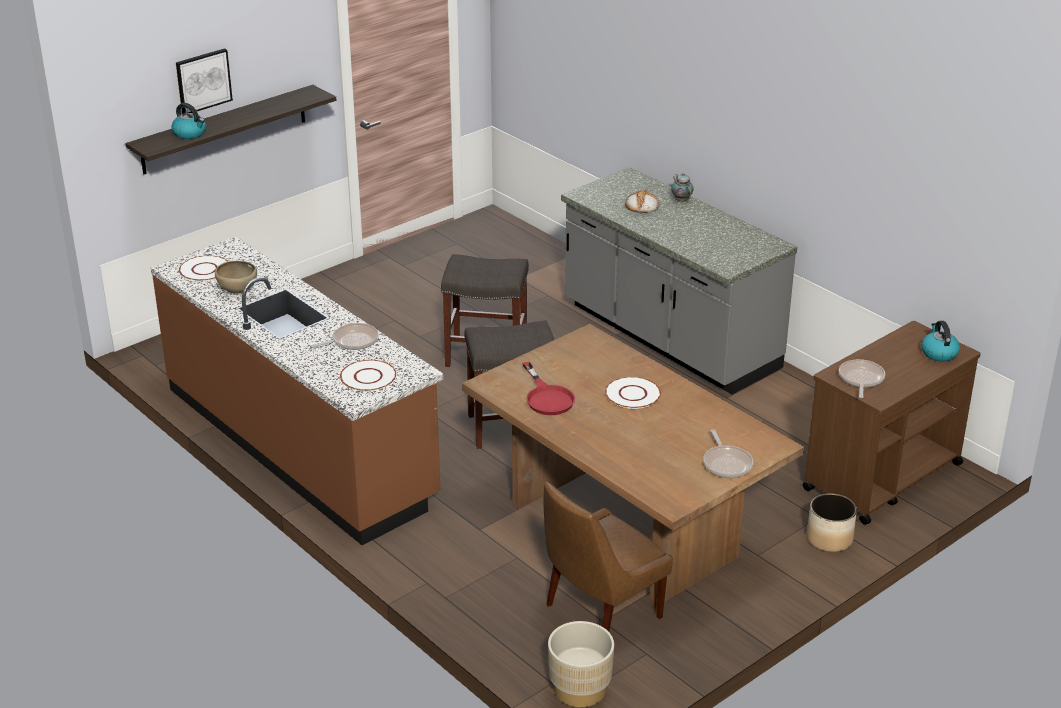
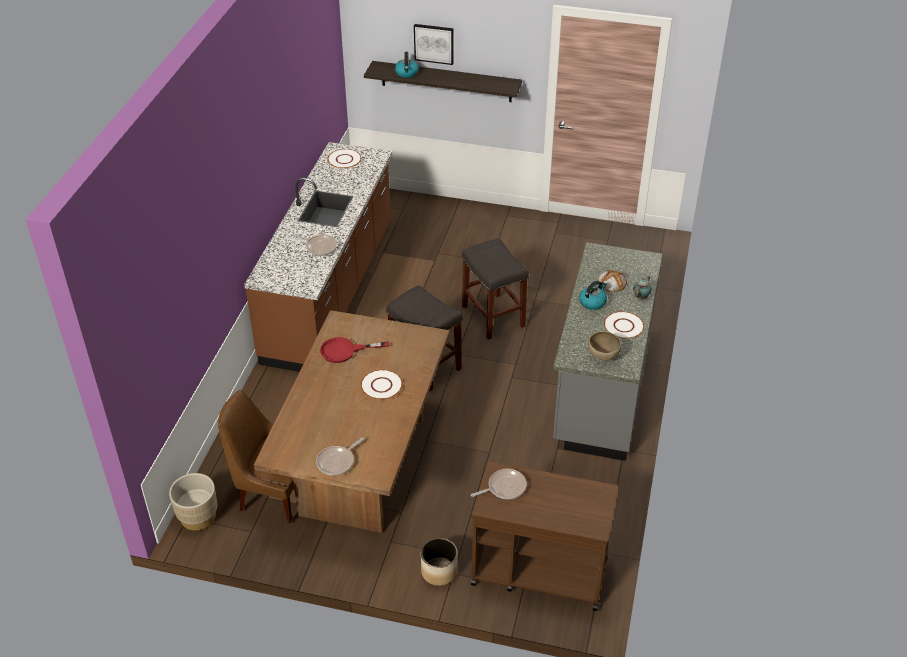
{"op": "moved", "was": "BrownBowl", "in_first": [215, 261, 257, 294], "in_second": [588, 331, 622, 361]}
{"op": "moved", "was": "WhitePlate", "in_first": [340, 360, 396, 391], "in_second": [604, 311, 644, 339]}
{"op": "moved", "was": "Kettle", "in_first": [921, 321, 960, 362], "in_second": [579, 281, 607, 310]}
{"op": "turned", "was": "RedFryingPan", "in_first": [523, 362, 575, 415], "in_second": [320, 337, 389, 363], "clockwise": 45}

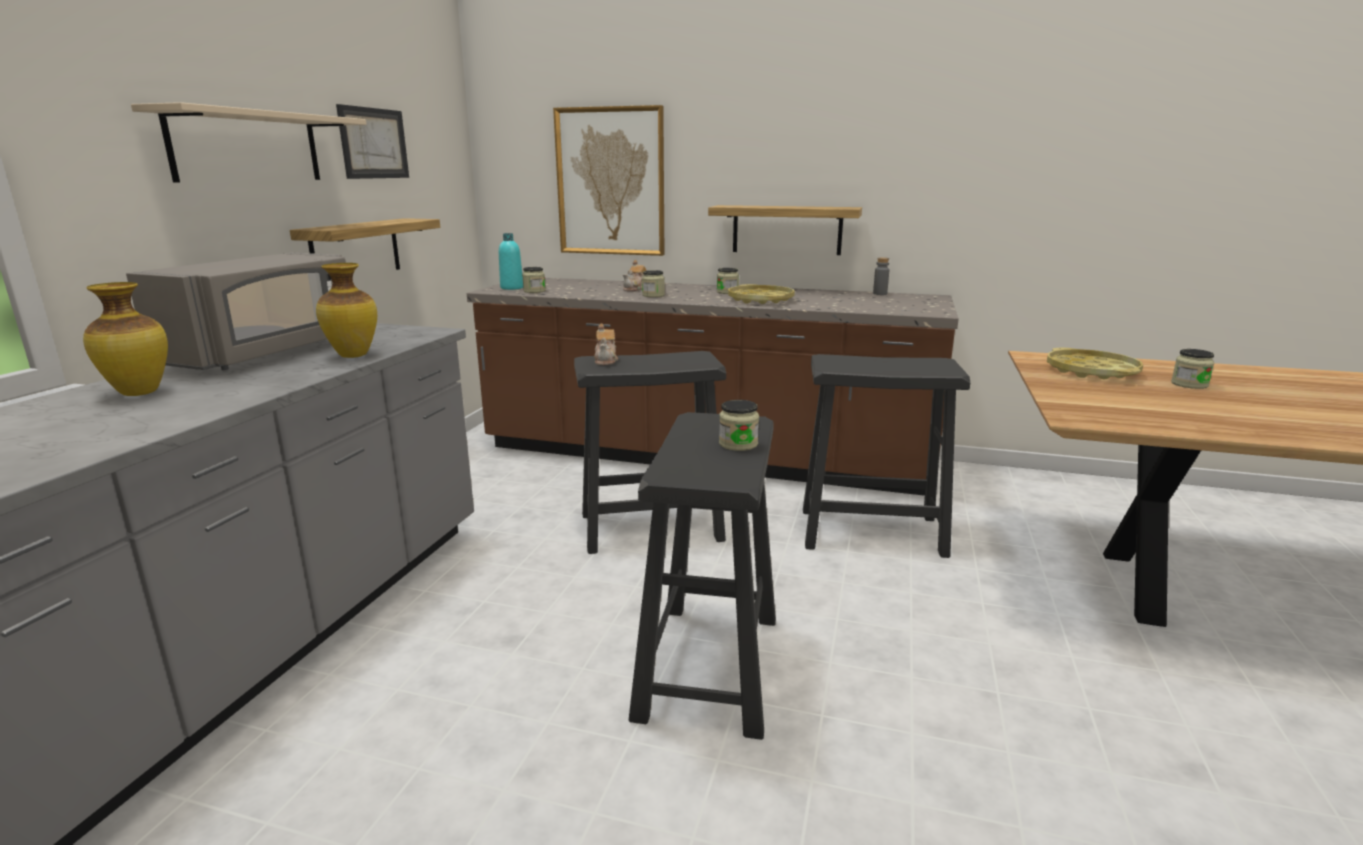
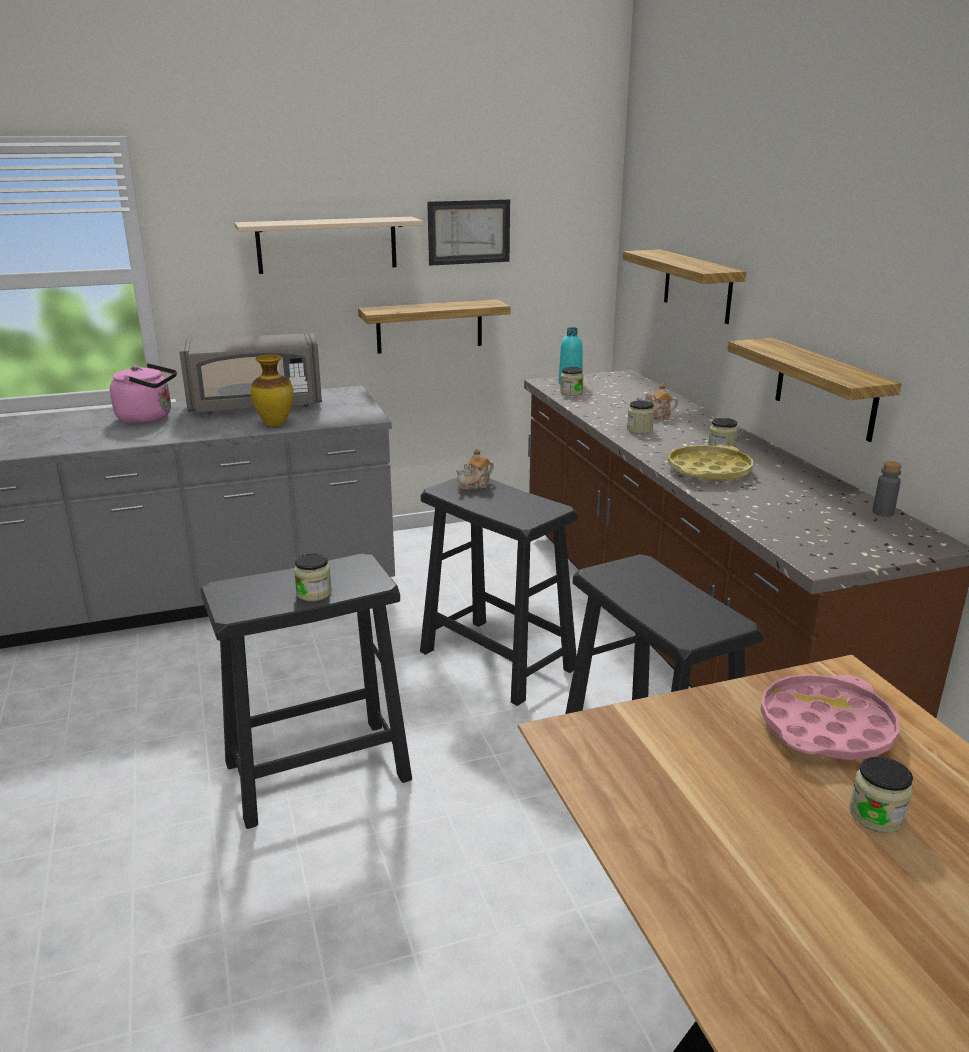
{"op": "replaced", "was": "Vase", "now": "PinkKettle", "in_first": [83, 282, 168, 396], "in_second": [110, 363, 177, 424]}
{"op": "replaced", "was": "Picture", "now": "Shelf", "in_first": [553, 105, 665, 256], "in_second": [623, 250, 746, 324]}
{"op": "recoloured", "was": "YellowTray", "now": "PinkTray", "in_first": [1047, 347, 1143, 379], "in_second": [760, 674, 900, 760]}

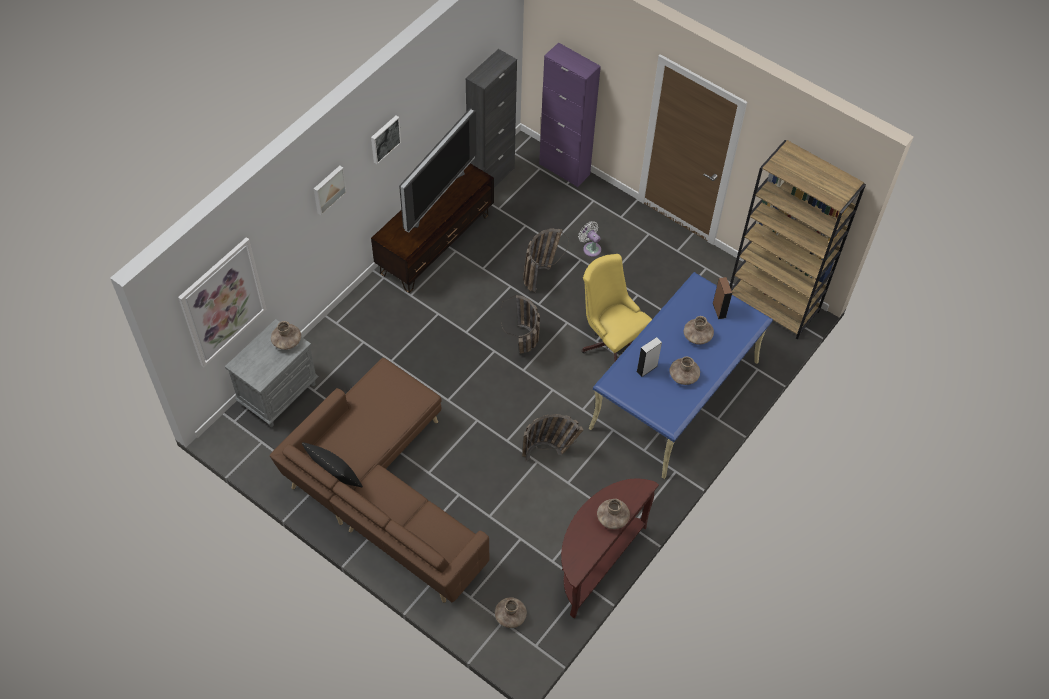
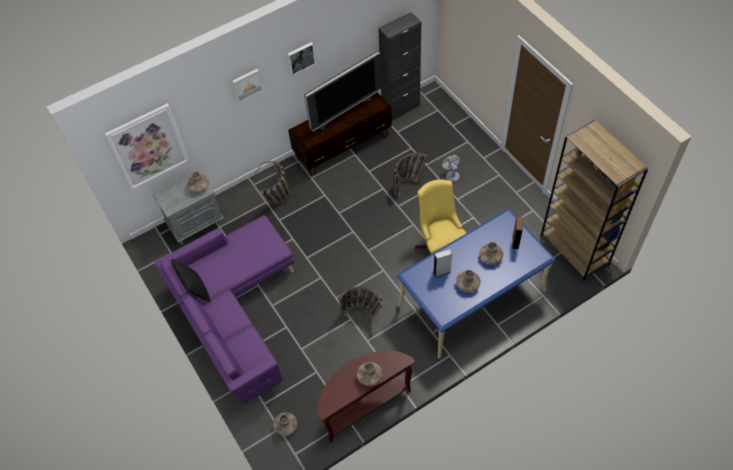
{"op": "removed", "was": "PurpleCabinet", "in_first": [539, 42, 601, 187]}
{"op": "moved", "was": "Basket", "in_first": [501, 295, 540, 354], "in_second": [253, 161, 290, 204]}
{"op": "recoloured", "was": "BrownSofa", "now": "PurpleSofa", "in_first": [270, 358, 489, 603], "in_second": [154, 215, 294, 404]}

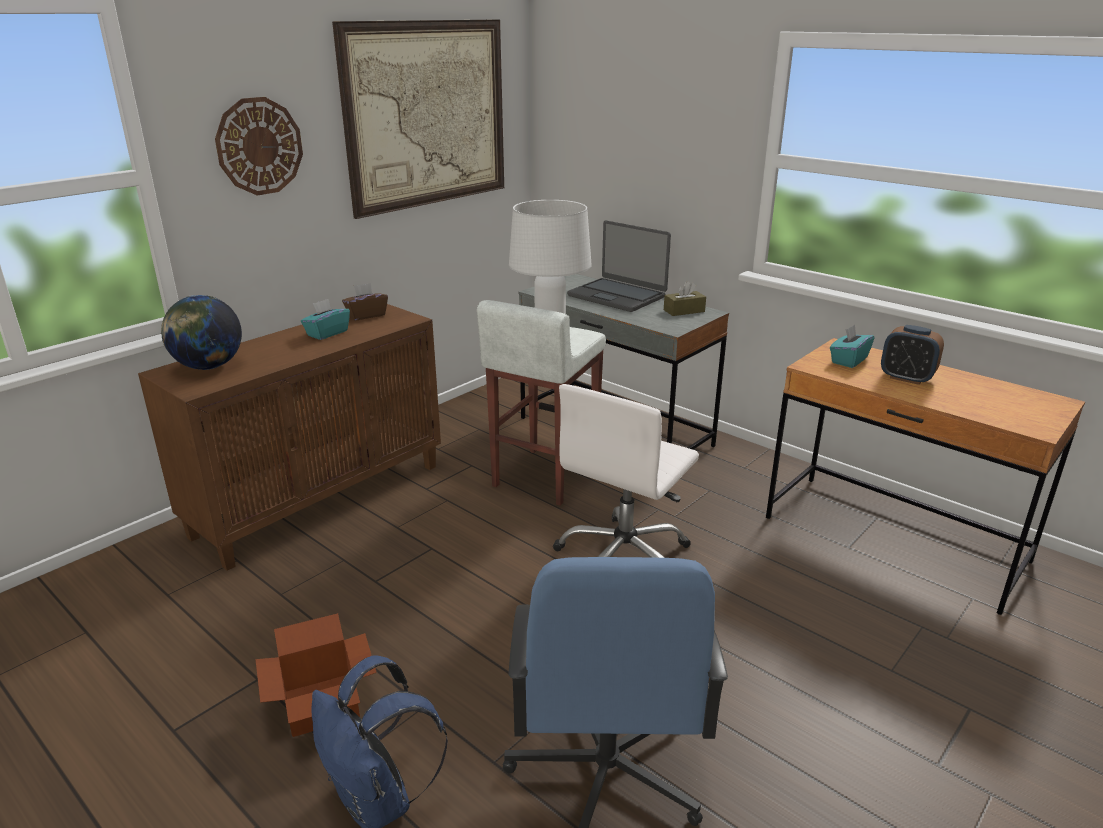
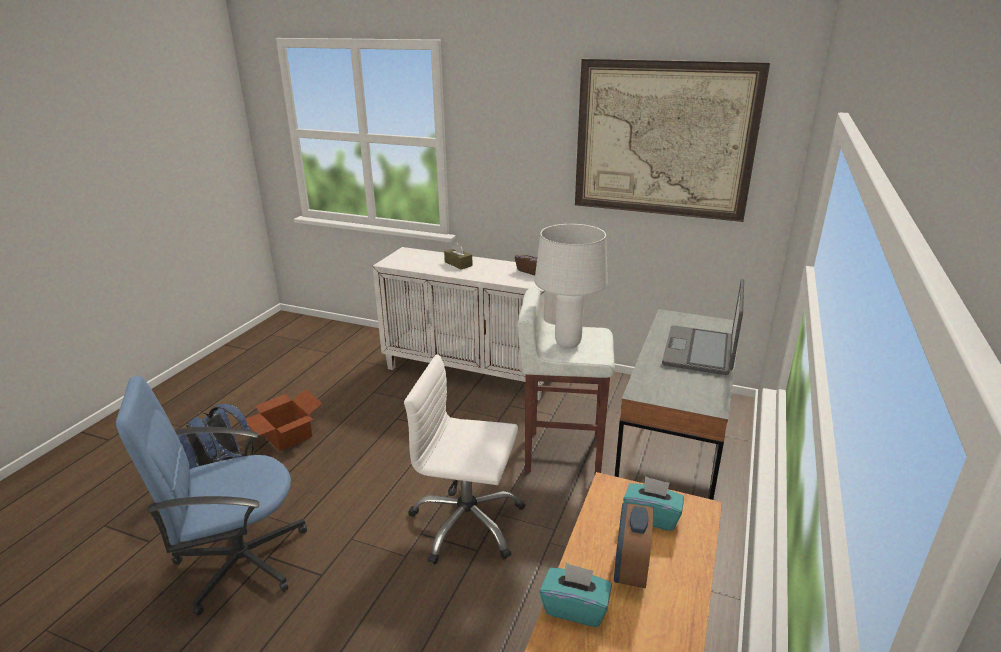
{"op": "removed", "was": "Globe", "in_first": [161, 295, 242, 370]}
{"op": "removed", "was": "WallClock", "in_first": [215, 97, 303, 196]}
{"op": "moved", "was": "TurquoiseTissueBox", "in_first": [301, 299, 350, 340], "in_second": [540, 562, 612, 627]}
{"op": "moved", "was": "BrownTissueBox", "in_first": [664, 281, 706, 316], "in_second": [444, 242, 473, 269]}
{"op": "recoloured", "was": "BrownCabinet", "now": "WhiteCabinet", "in_first": [138, 304, 441, 571], "in_second": [373, 247, 557, 400]}

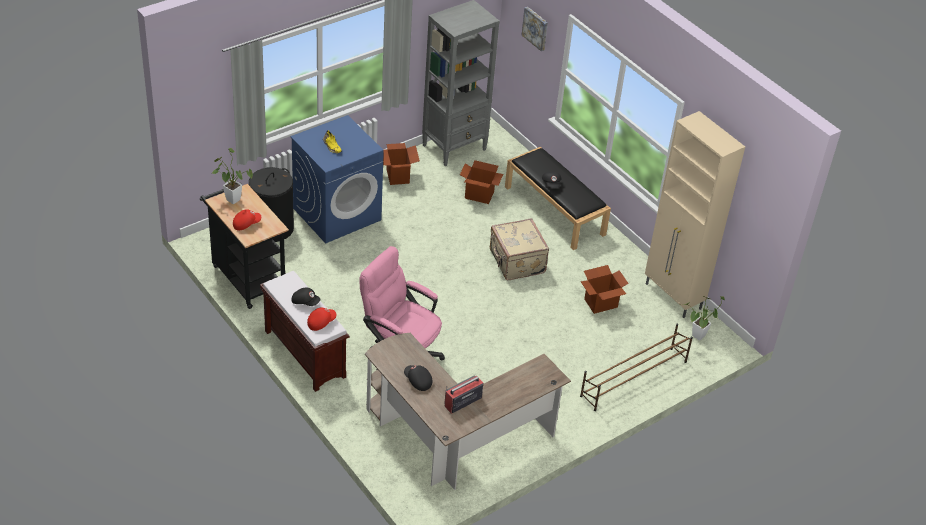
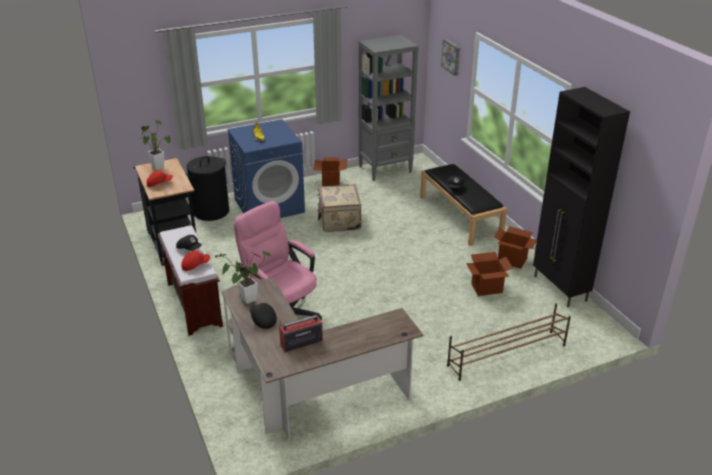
{"op": "moved", "was": "CardboardBox", "in_first": [460, 160, 503, 204], "in_second": [494, 226, 537, 269]}
{"op": "moved", "was": "BeigeSuitcase", "in_first": [490, 218, 549, 280], "in_second": [317, 184, 361, 232]}
{"op": "moved", "was": "PottedPlant", "in_first": [679, 296, 725, 341], "in_second": [215, 250, 271, 304]}
{"op": "recoloured", "was": "BeigeCabinet", "now": "BlackCabinet", "in_first": [645, 111, 745, 318], "in_second": [533, 87, 630, 307]}

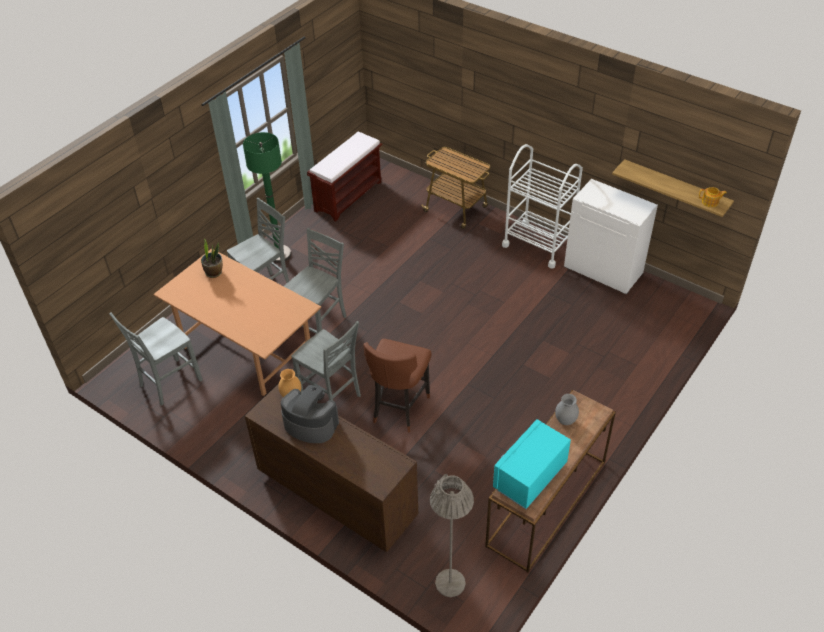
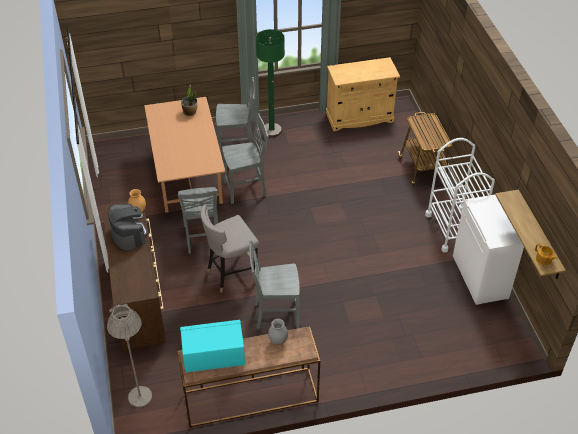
{"op": "moved", "was": "GreyChair", "in_first": [109, 312, 203, 406], "in_second": [249, 240, 300, 329]}
{"op": "replaced", "was": "BrownBench", "now": "BeigeCabinet", "in_first": [307, 132, 382, 222], "in_second": [326, 57, 400, 131]}
{"op": "recoloured", "was": "BrownStool", "now": "GreyStool", "in_first": [363, 339, 432, 432], "in_second": [201, 205, 259, 293]}

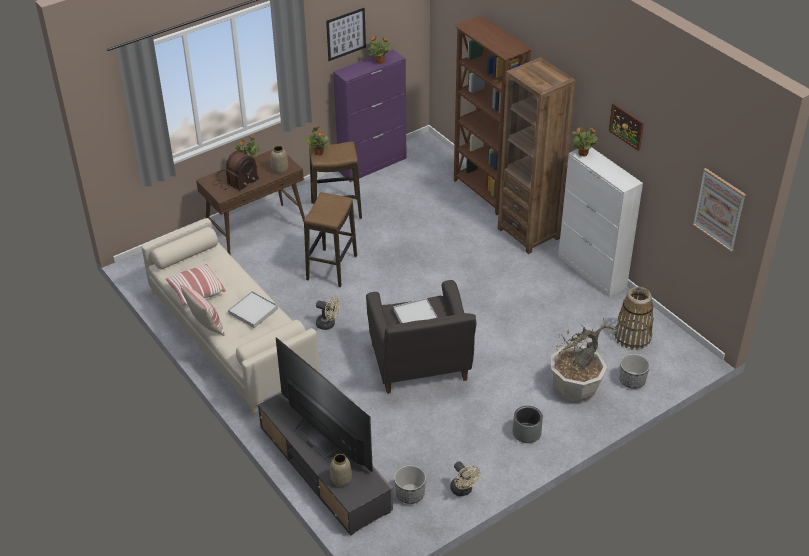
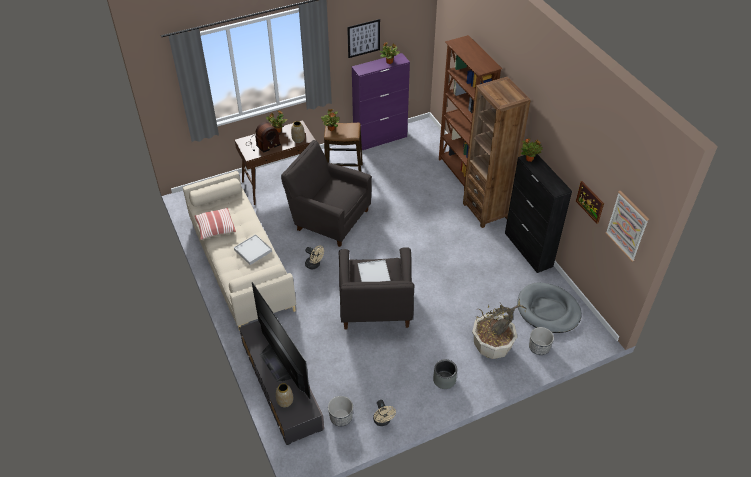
{"op": "removed", "was": "Pillow", "in_first": [180, 284, 224, 336]}
{"op": "moved", "was": "Picture", "in_first": [608, 103, 644, 151], "in_second": [576, 181, 604, 224]}
{"op": "replaced", "was": "Stool", "now": "GreyArmchair", "in_first": [304, 192, 357, 287], "in_second": [281, 140, 372, 247]}
{"op": "replaced", "was": "Basket", "now": "GreyDogBed", "in_first": [615, 287, 654, 350], "in_second": [517, 283, 582, 333]}
{"op": "recoloured", "was": "WhiteCabinet", "now": "BlackCabinet", "in_first": [558, 147, 643, 297], "in_second": [505, 154, 572, 273]}

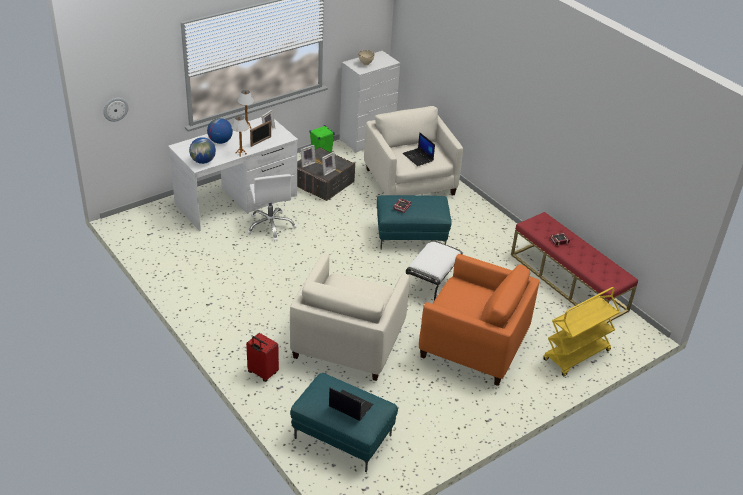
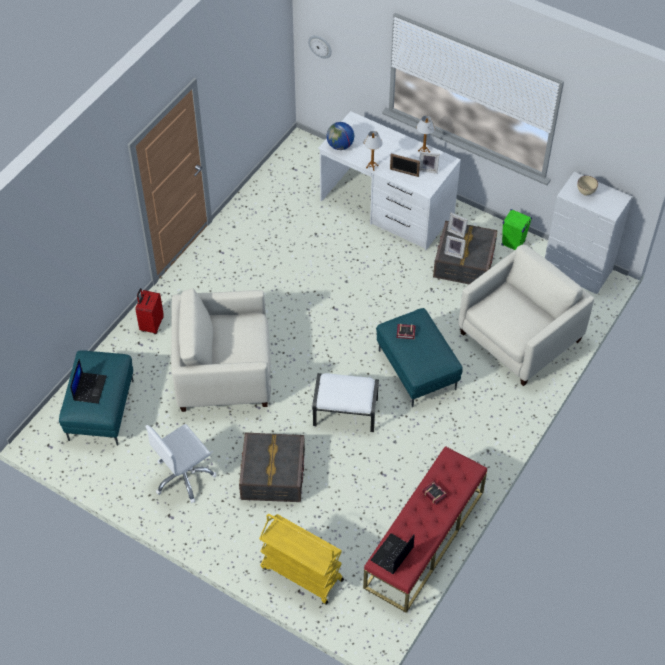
{"op": "removed", "was": "Globe", "in_first": [207, 118, 233, 144]}
{"op": "moved", "was": "WhiteOfficeChair", "in_first": [247, 174, 297, 241], "in_second": [145, 424, 216, 503]}
{"op": "moved", "was": "Laptop", "in_first": [403, 132, 435, 166], "in_second": [371, 533, 415, 574]}
{"op": "replaced", "was": "OrangeArmchair", "now": "GreyStorageBox", "in_first": [419, 254, 539, 386], "in_second": [239, 432, 305, 502]}

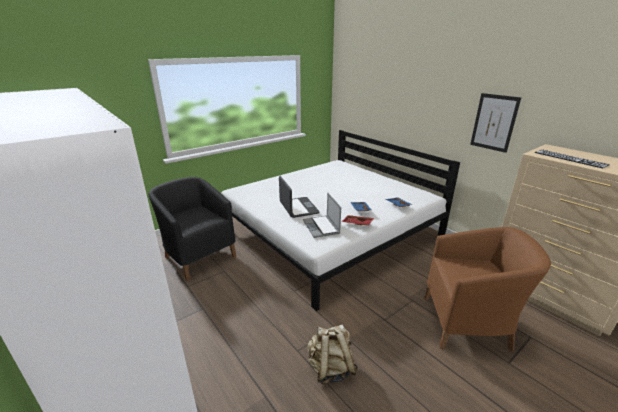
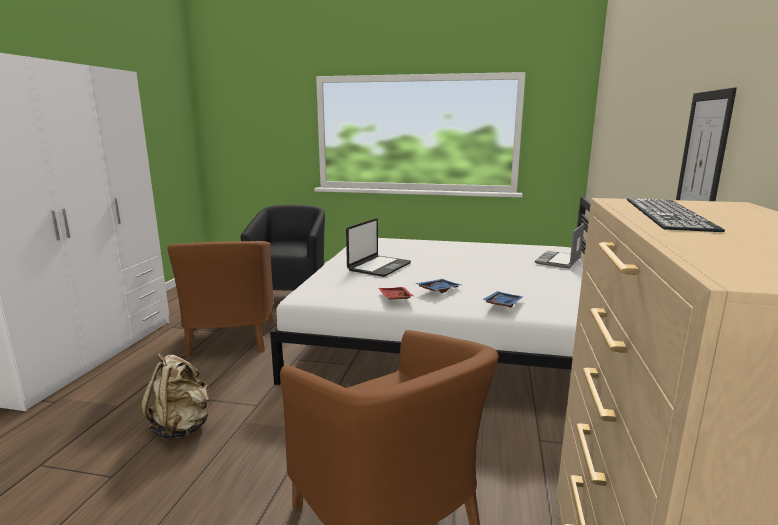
{"op": "added", "now": "BrownArmchair", "in_second": [167, 241, 274, 357]}
{"op": "moved", "was": "Laptop", "in_first": [303, 192, 341, 238], "in_second": [535, 223, 584, 269]}

